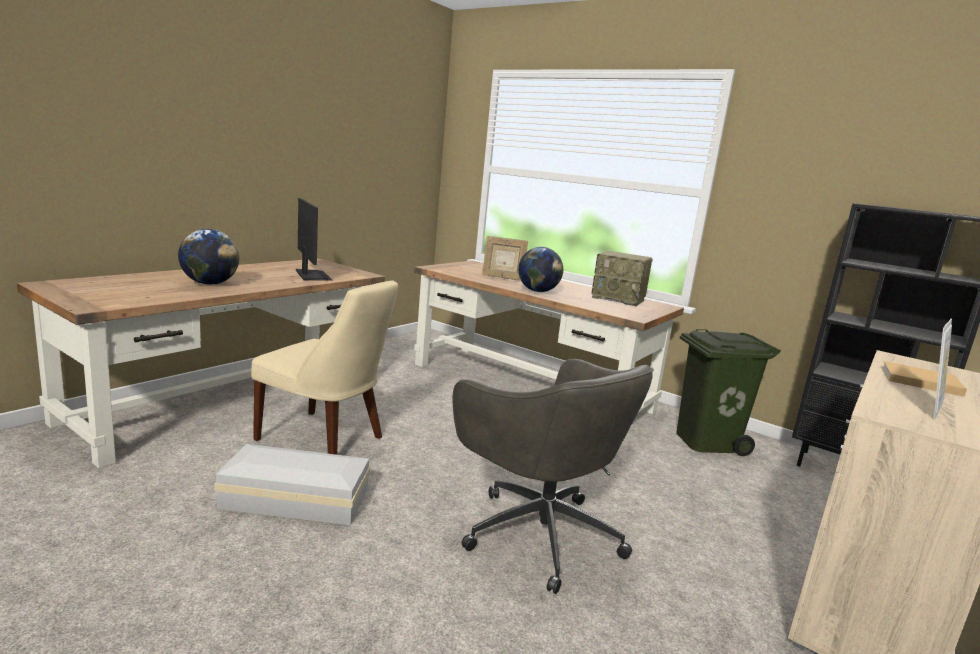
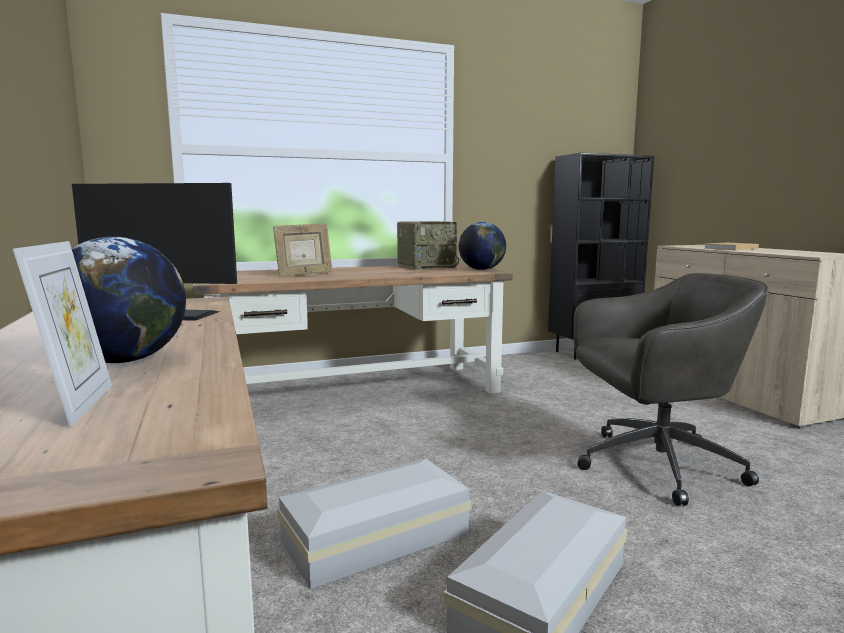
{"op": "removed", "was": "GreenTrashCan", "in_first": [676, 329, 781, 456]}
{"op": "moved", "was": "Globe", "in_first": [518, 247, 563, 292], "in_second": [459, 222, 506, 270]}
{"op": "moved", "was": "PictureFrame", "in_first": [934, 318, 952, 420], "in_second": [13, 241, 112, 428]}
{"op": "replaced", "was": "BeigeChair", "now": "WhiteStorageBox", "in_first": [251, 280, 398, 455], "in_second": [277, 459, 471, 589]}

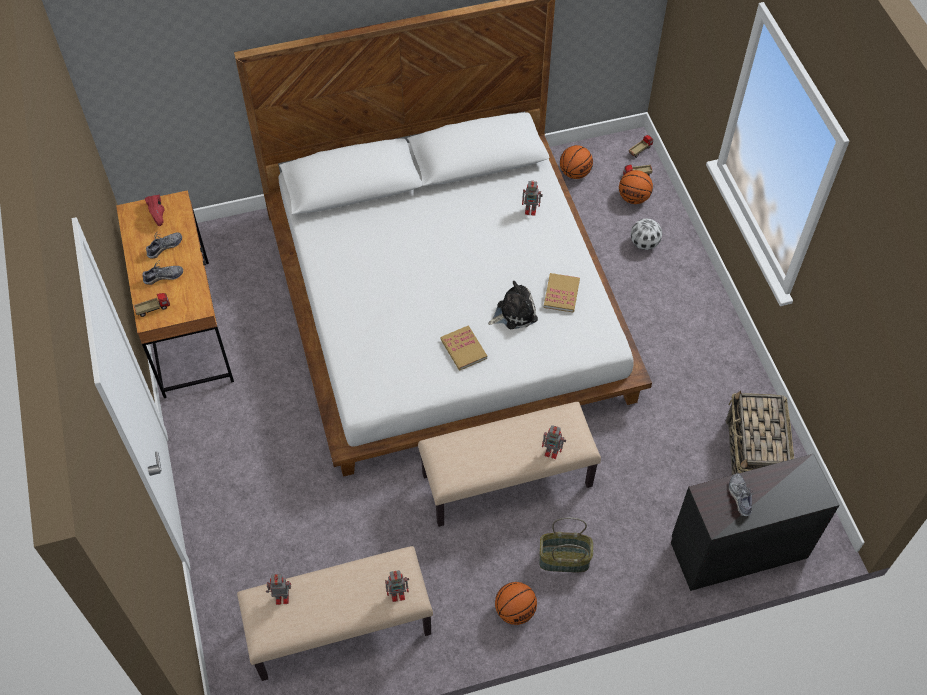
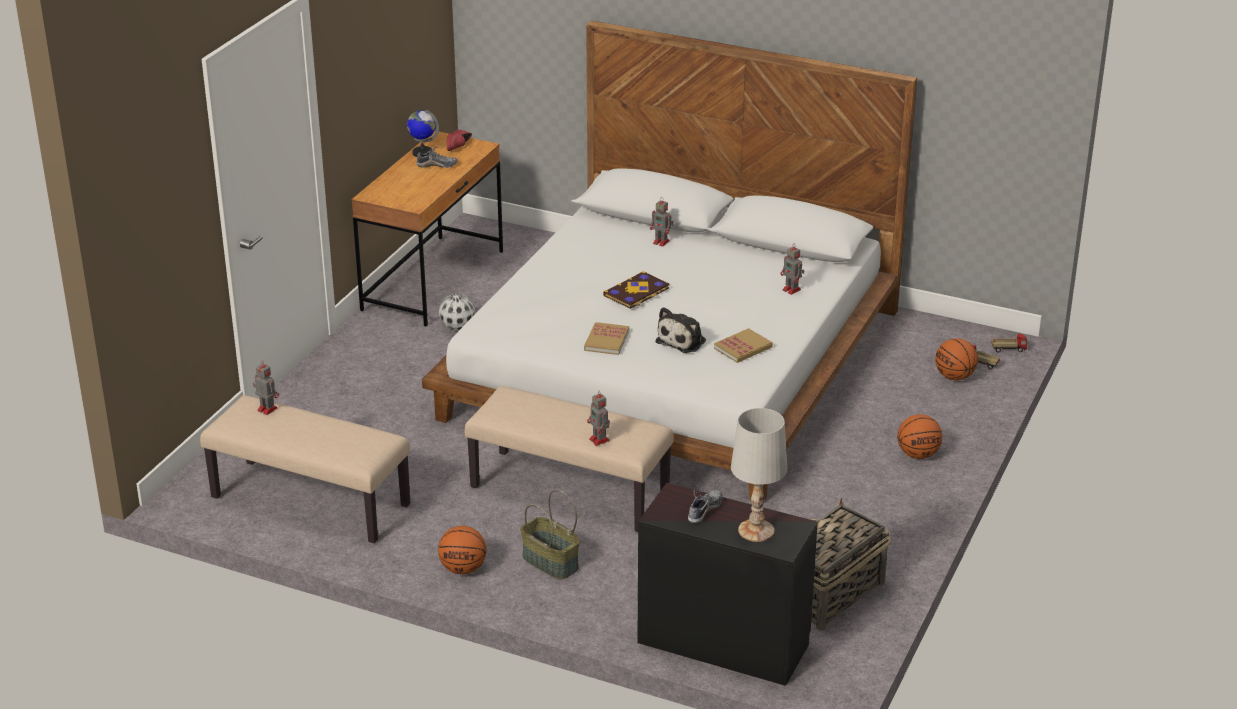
{"op": "removed", "was": "ToyTruck", "in_first": [133, 293, 170, 317]}
{"op": "removed", "was": "Shoe", "in_first": [142, 260, 183, 285]}
{"op": "added", "now": "Globe", "in_second": [407, 109, 439, 157]}
{"op": "added", "now": "Book", "in_second": [603, 271, 670, 309]}
{"op": "added", "now": "WhiteTableLamp", "in_second": [731, 408, 787, 542]}
{"op": "moved", "was": "ToyRobot", "in_first": [385, 570, 409, 602], "in_second": [650, 197, 674, 247]}
{"op": "moved", "was": "Basketball", "in_first": [560, 145, 593, 179], "in_second": [897, 414, 942, 459]}
{"op": "moved", "was": "Football", "in_first": [630, 218, 662, 250], "in_second": [439, 294, 475, 330]}
{"op": "turned", "was": "PlushToy", "in_first": [488, 281, 538, 329], "in_second": [655, 307, 706, 353], "clockwise": 105}

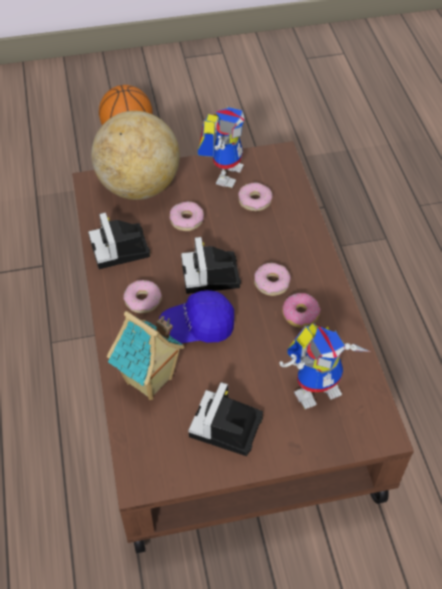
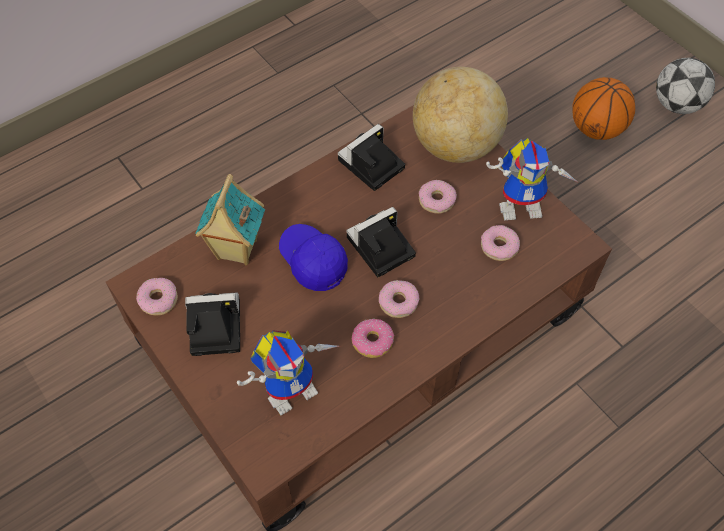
{"op": "added", "now": "Football", "in_second": [656, 58, 715, 114]}
{"op": "moved", "was": "Donut", "in_first": [123, 280, 162, 313], "in_second": [136, 278, 178, 315]}
{"op": "turned", "was": "ToyRobot", "in_first": [279, 323, 370, 409], "in_second": [237, 330, 339, 416], "clockwise": -75}

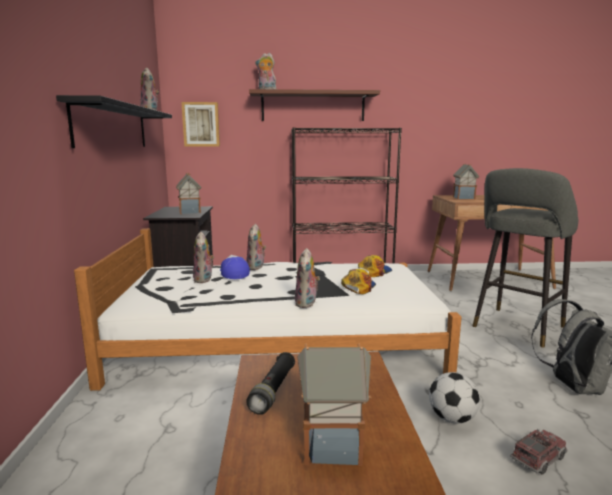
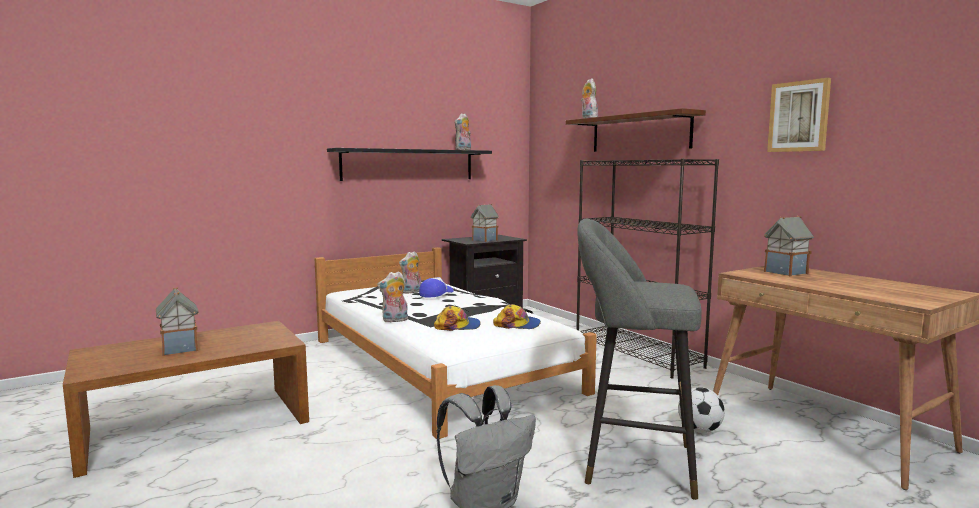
{"op": "removed", "was": "BlackFlashlight", "in_first": [246, 352, 295, 415]}
{"op": "removed", "was": "PlushToy", "in_first": [247, 224, 266, 270]}
{"op": "removed", "was": "ToyTruck", "in_first": [510, 429, 567, 475]}
{"op": "moved", "was": "Picture", "in_first": [181, 102, 220, 147], "in_second": [767, 78, 831, 152]}
{"op": "moved", "was": "Football", "in_first": [429, 372, 480, 424], "in_second": [678, 387, 725, 433]}

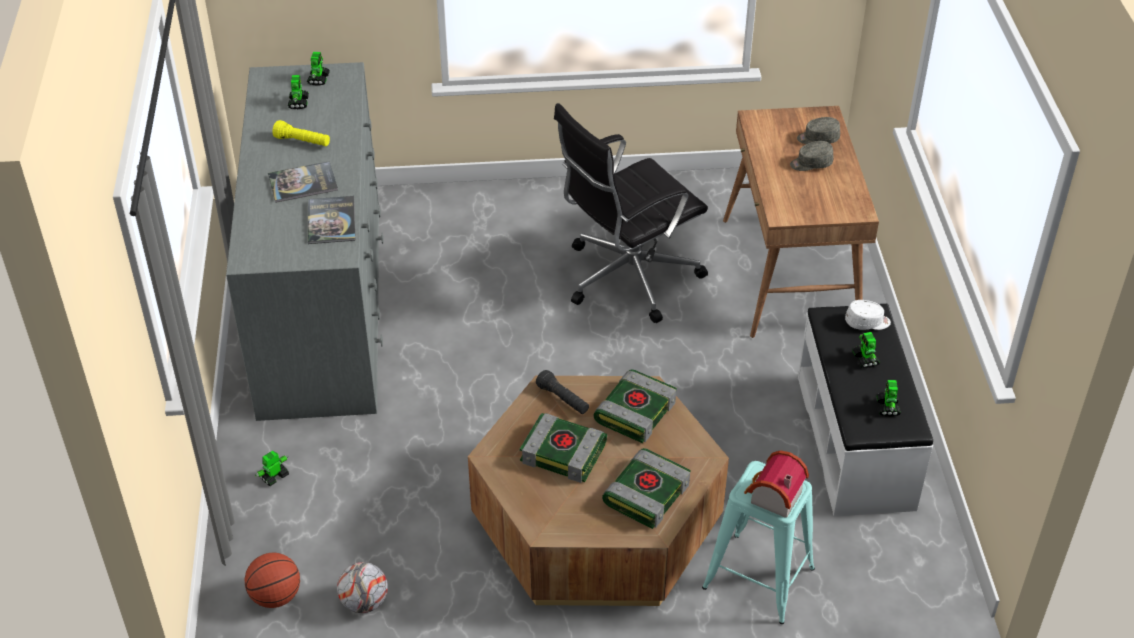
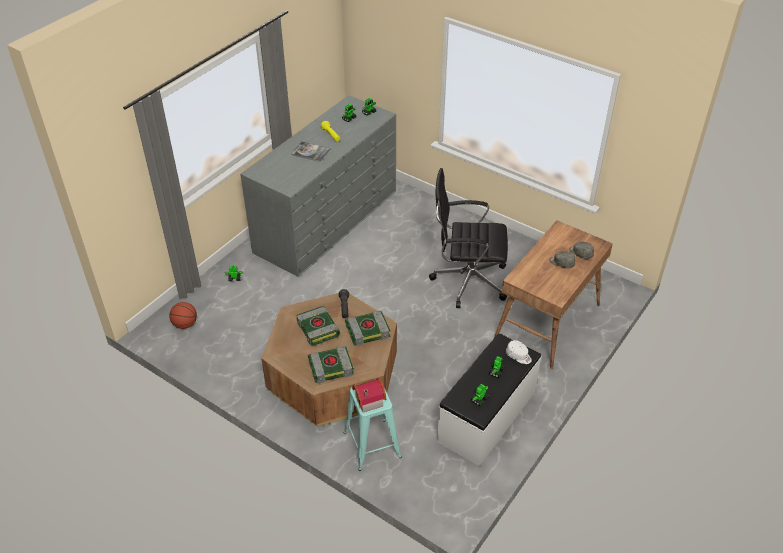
{"op": "removed", "was": "Book", "in_first": [308, 196, 355, 244]}
{"op": "removed", "was": "Football", "in_first": [337, 562, 388, 613]}

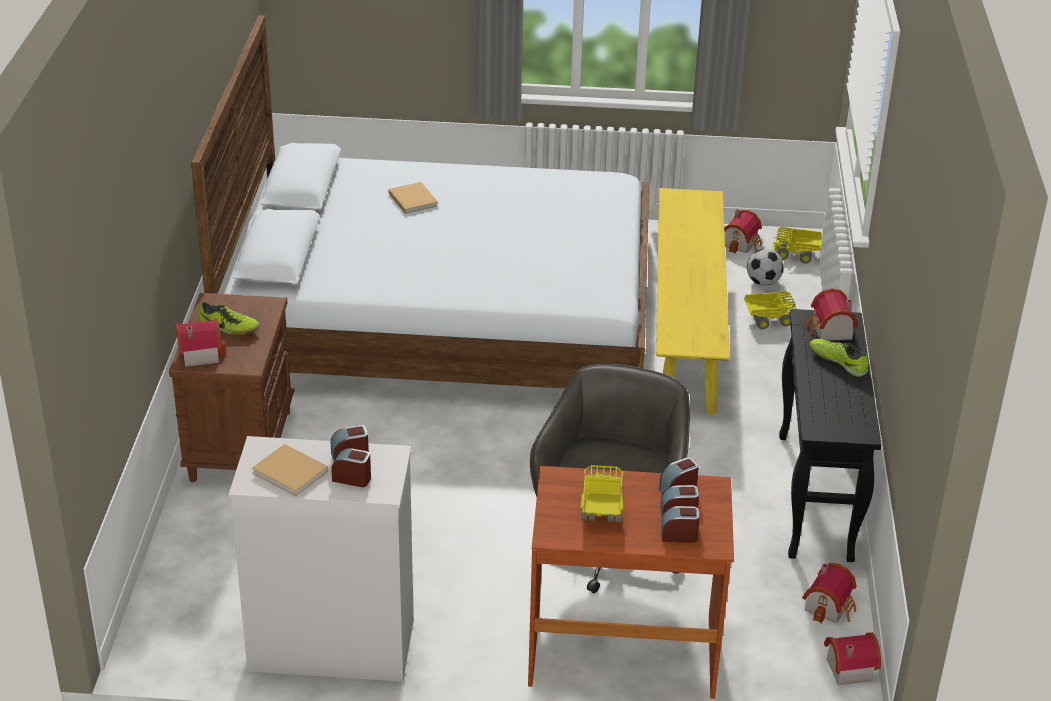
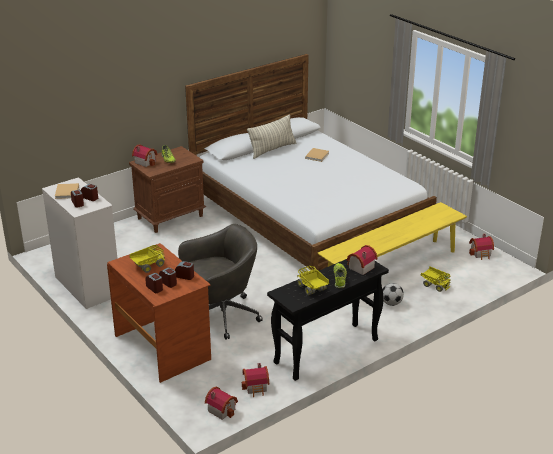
{"op": "added", "now": "Pillow", "in_second": [247, 114, 297, 159]}
{"op": "moved", "was": "Football", "in_first": [747, 248, 783, 286], "in_second": [382, 283, 404, 306]}
{"op": "moved", "was": "ToyTruck", "in_first": [772, 227, 821, 264], "in_second": [297, 266, 329, 295]}

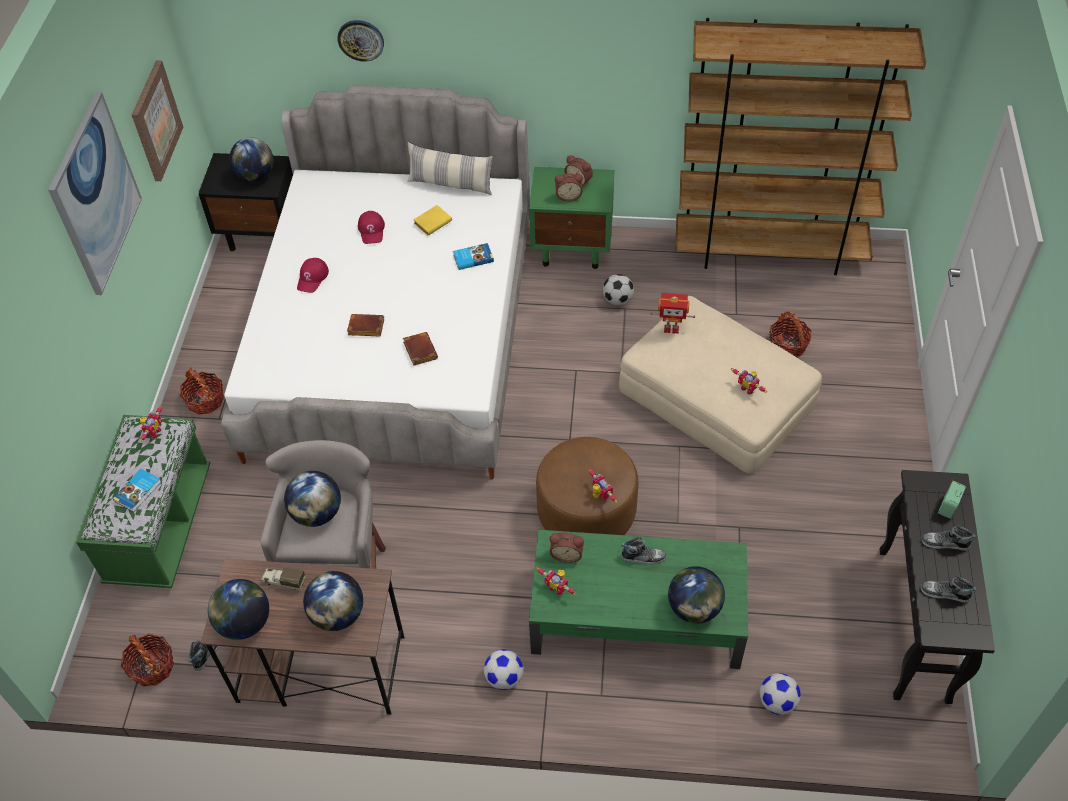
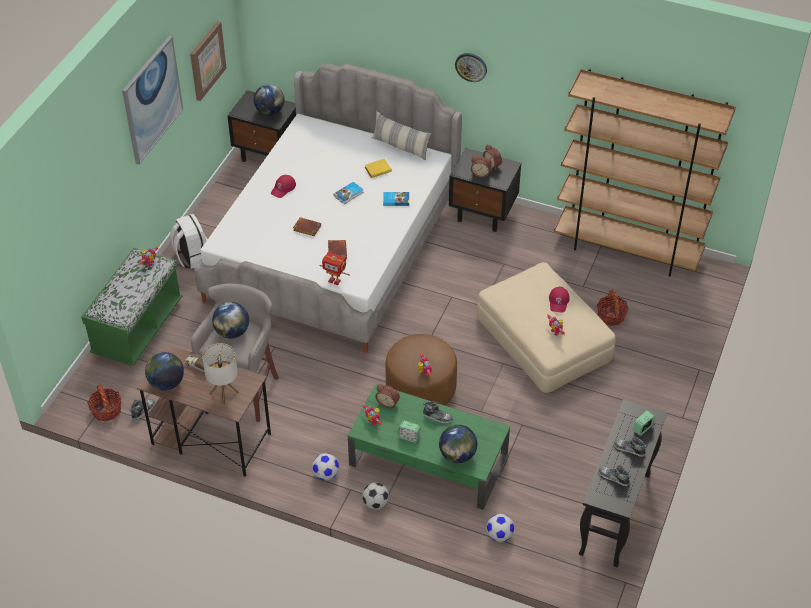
{"op": "added", "now": "AlarmClock", "in_second": [398, 421, 420, 443]}
{"op": "moved", "was": "Book", "in_first": [113, 469, 161, 512], "in_second": [334, 182, 364, 204]}
{"op": "moved", "was": "WallClock", "in_first": [337, 20, 384, 62], "in_second": [455, 53, 487, 82]}
{"op": "moved", "was": "RedCap", "in_first": [358, 211, 385, 244], "in_second": [549, 287, 570, 313]}
{"op": "moved", "was": "Football", "in_first": [603, 274, 634, 305], "in_second": [362, 482, 389, 510]}
{"op": "moved", "was": "ToyRobot", "in_first": [650, 293, 695, 334], "in_second": [320, 252, 350, 285]}
{"op": "replaced", "was": "Basket", "now": "WhiteBackpack", "in_first": [180, 368, 224, 415], "in_second": [170, 214, 208, 269]}
{"op": "replaced", "was": "Globe", "now": "TableLamp", "in_first": [303, 571, 363, 631], "in_second": [202, 343, 239, 404]}
{"op": "recoloured", "was": "GreenNightstand", "now": "BlackNightstand", "in_first": [529, 167, 615, 269], "in_second": [449, 148, 521, 232]}

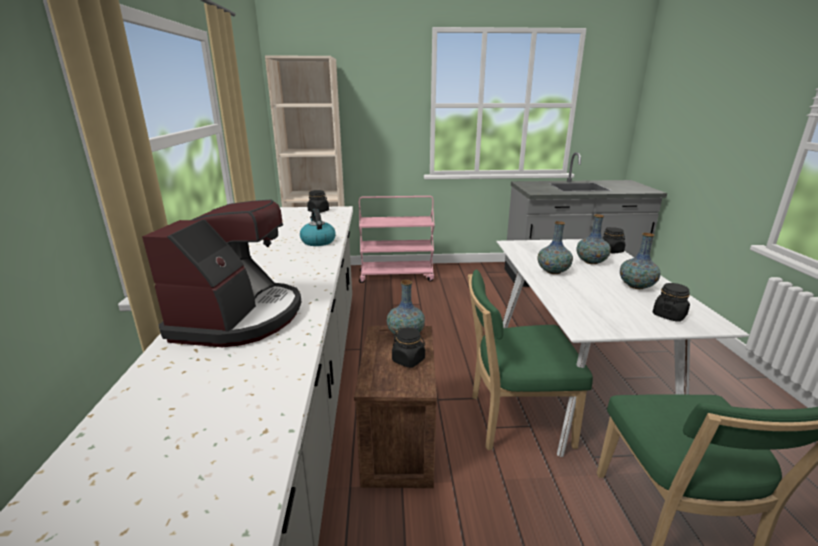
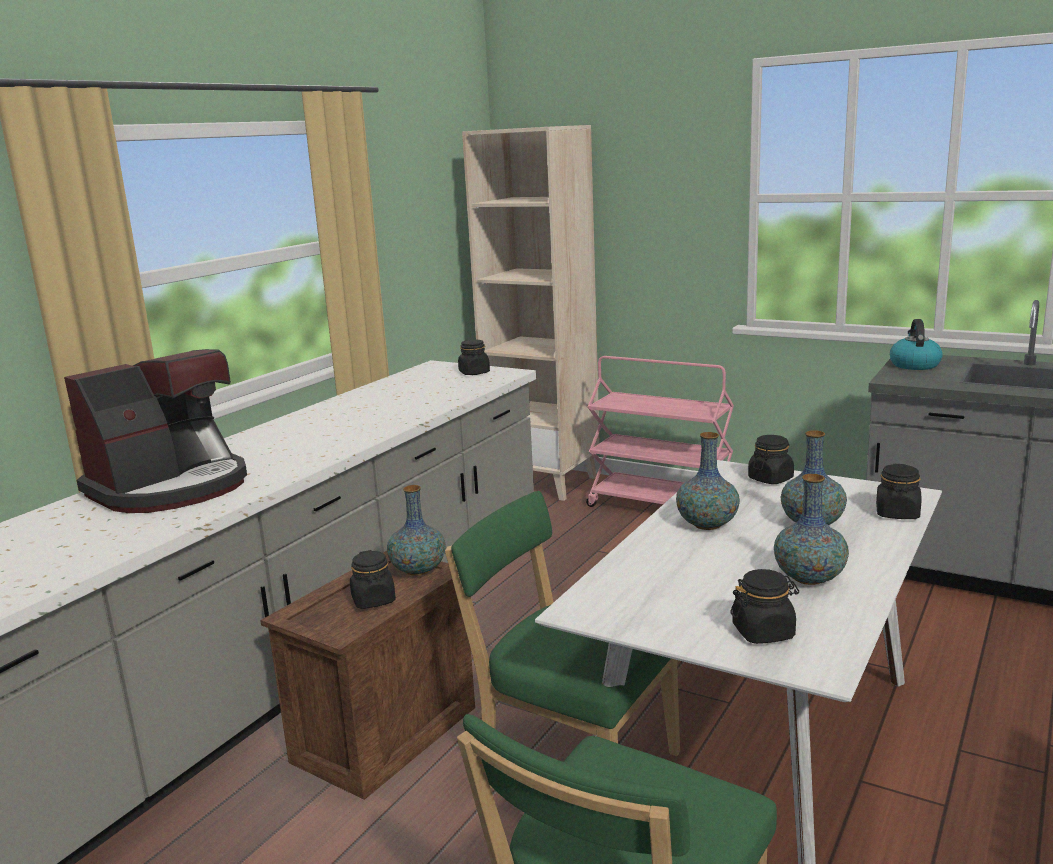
{"op": "added", "now": "BlackJar", "in_second": [748, 435, 794, 484]}
{"op": "moved", "was": "Kettle", "in_first": [300, 209, 336, 246], "in_second": [890, 319, 943, 370]}

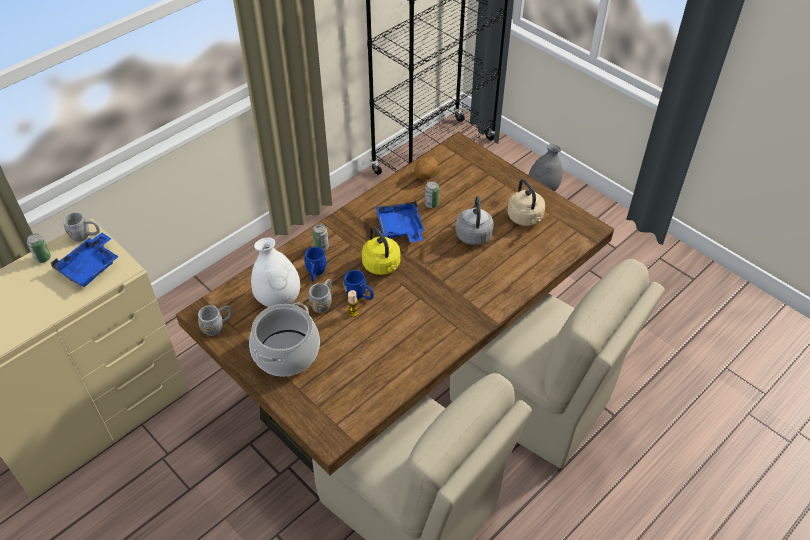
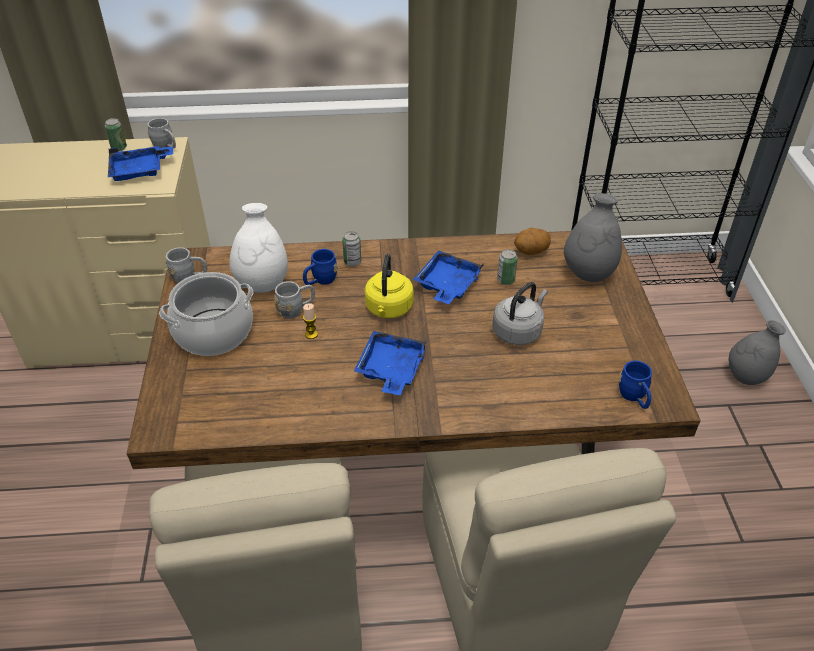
{"op": "removed", "was": "BeigeKettle", "in_first": [507, 179, 545, 226]}
{"op": "added", "now": "BlueTray", "in_second": [354, 331, 427, 395]}
{"op": "added", "now": "GreyVase", "in_second": [564, 193, 622, 282]}
{"op": "moved", "was": "BlueMug", "in_first": [343, 270, 374, 300], "in_second": [619, 361, 652, 409]}

